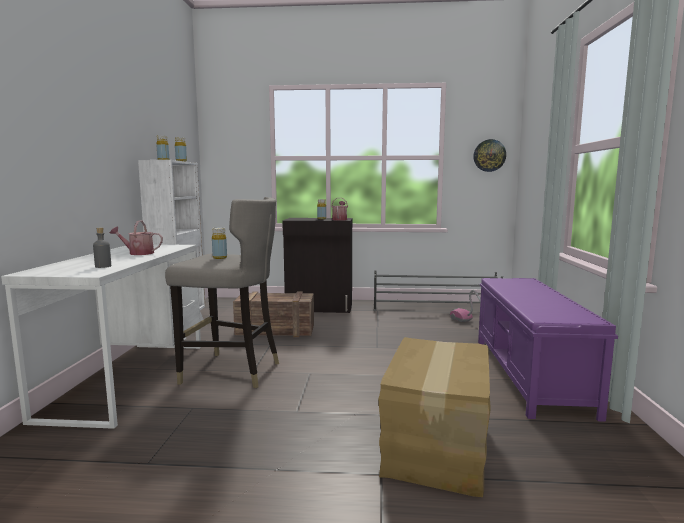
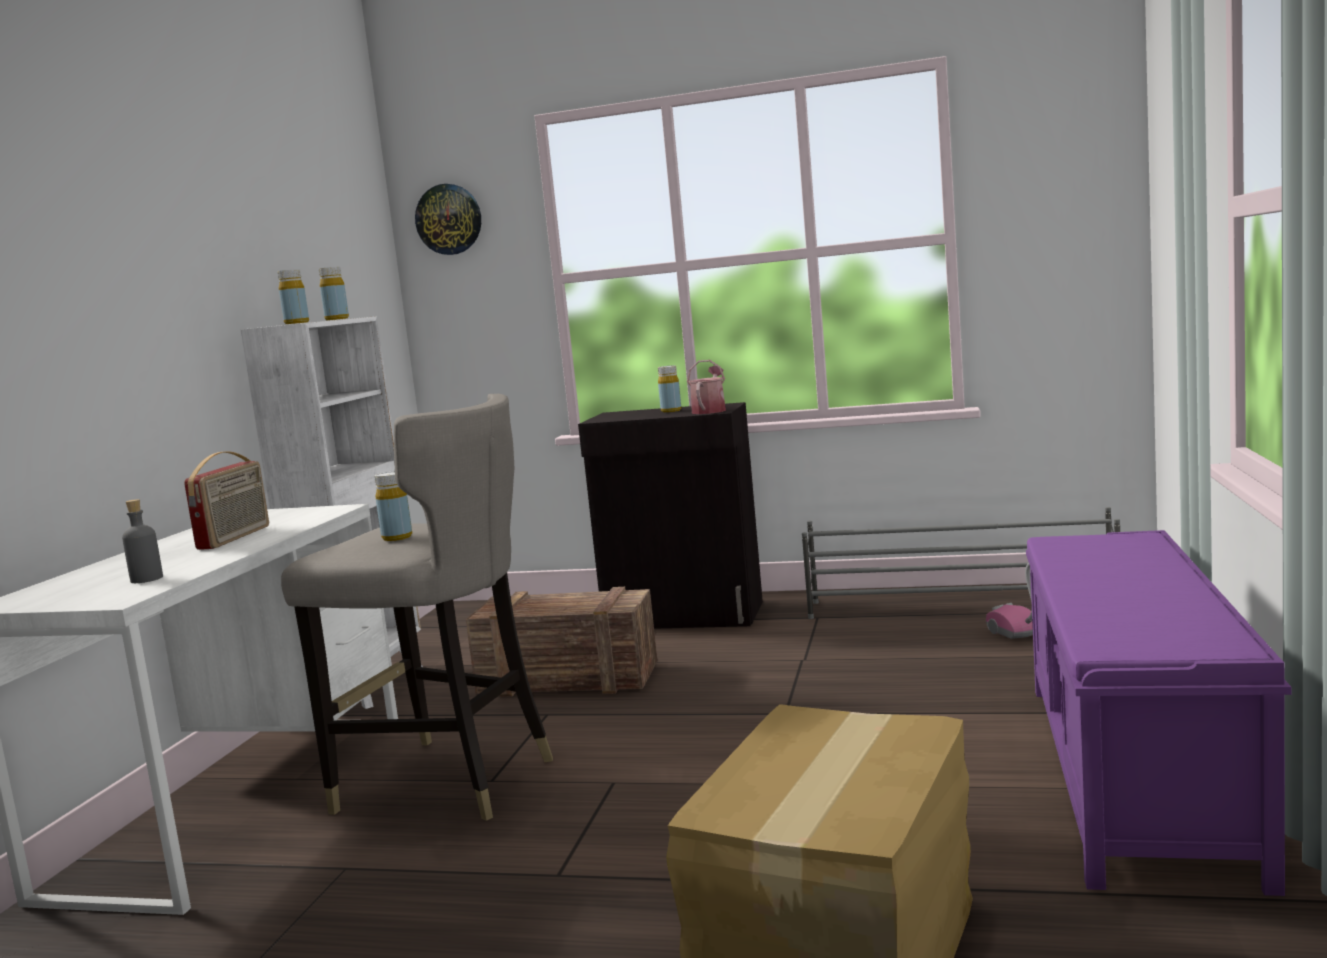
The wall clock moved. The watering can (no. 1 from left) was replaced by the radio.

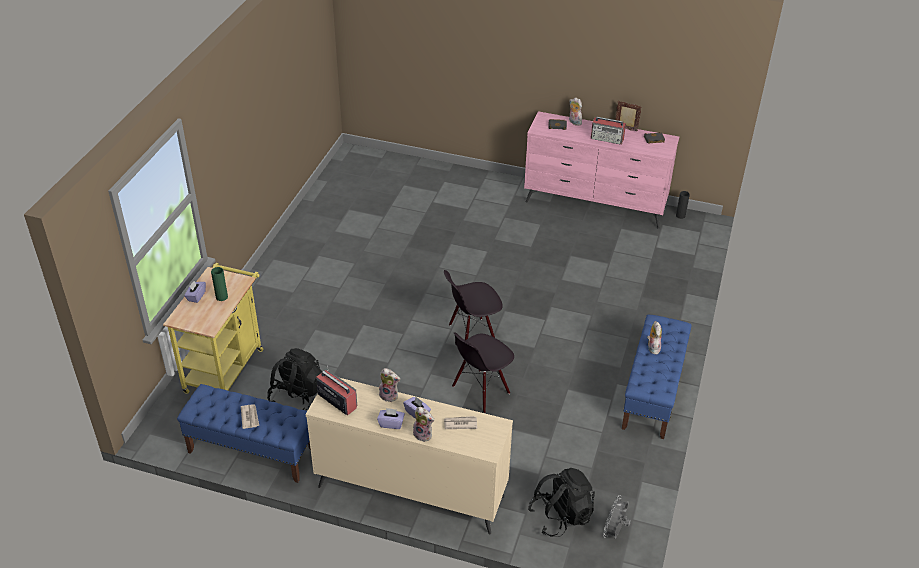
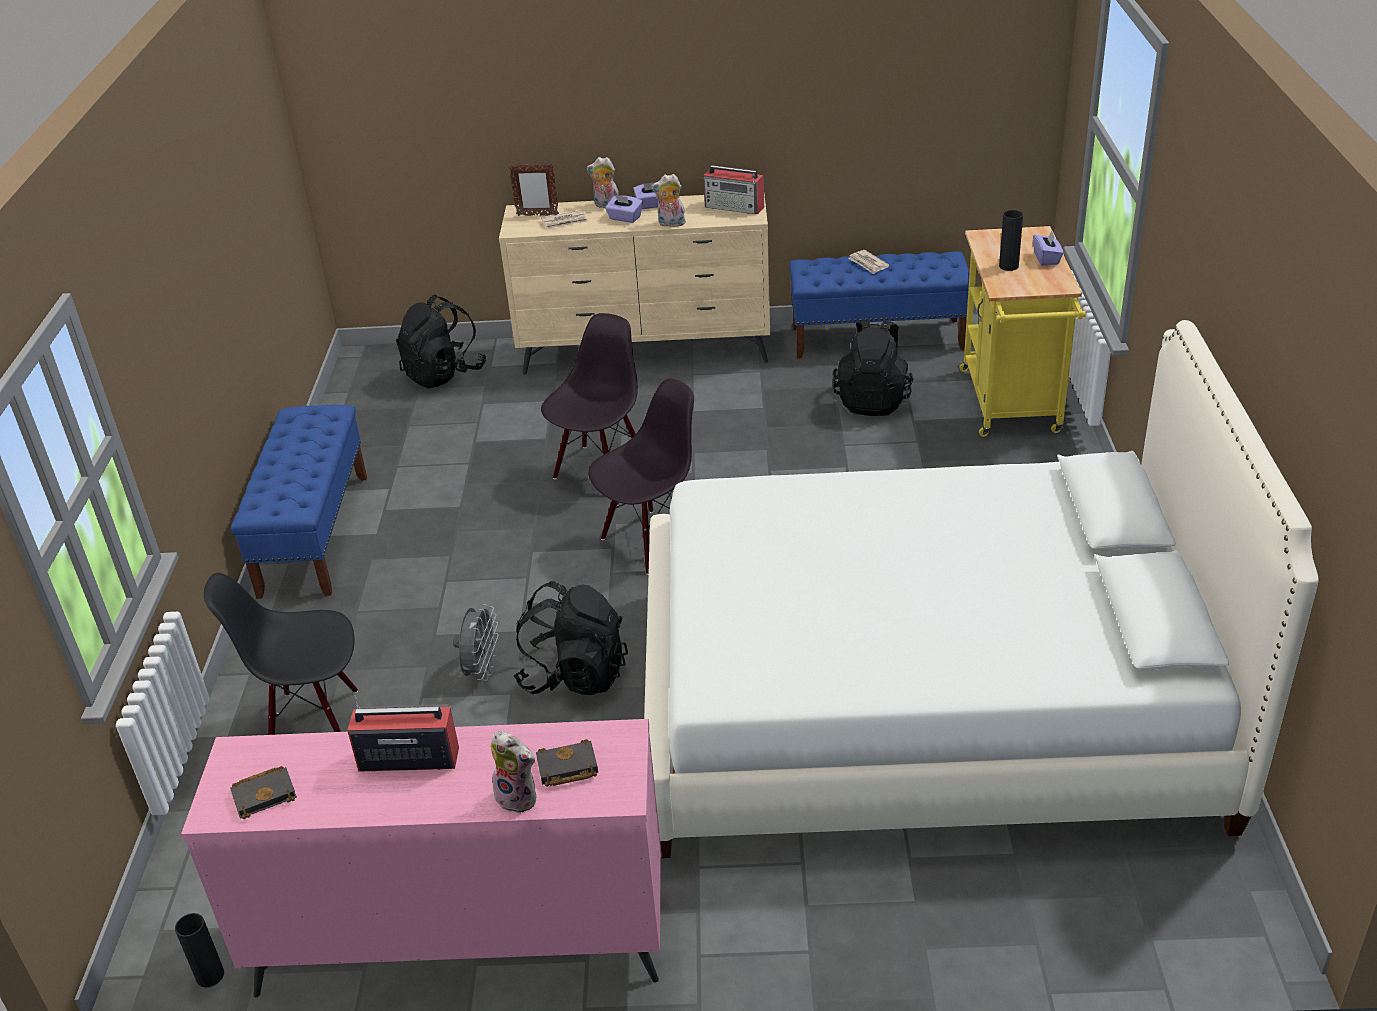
The picture frame moved. The green vase became the black vase (no. 2 from left). The plush toy (no. 4 from left) disappeared. The grey fan moved. The white bed appeared. The black chair (no. 1 from left) appeared. The black backpack (no. 2 from left) appeared.

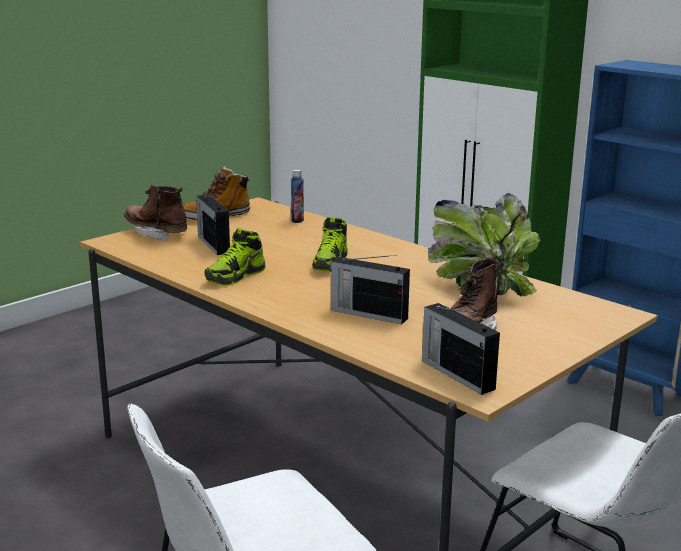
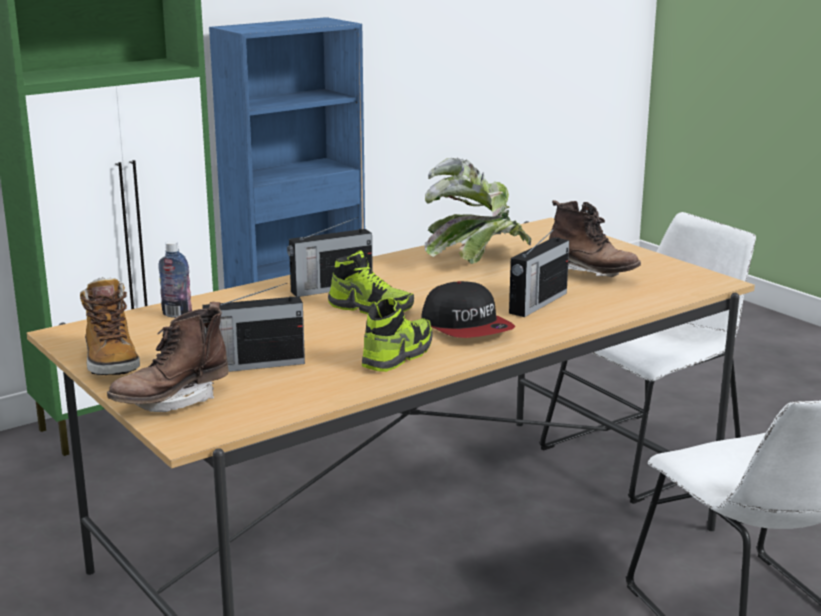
The shoe (no. 1 from left in the first image) turned 105 degrees counterclockwise. The radio (no. 3 from left in the first image) moved. The cap appeared.

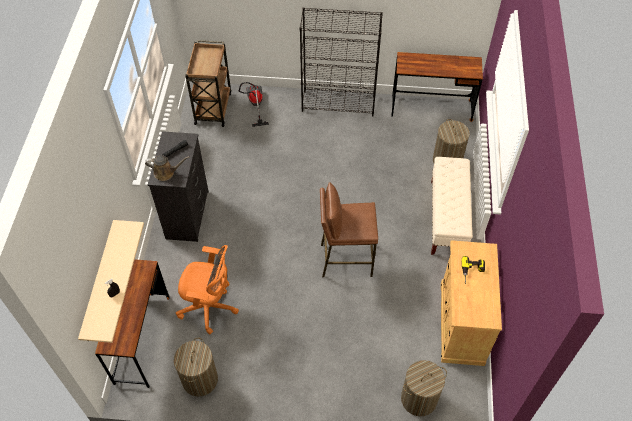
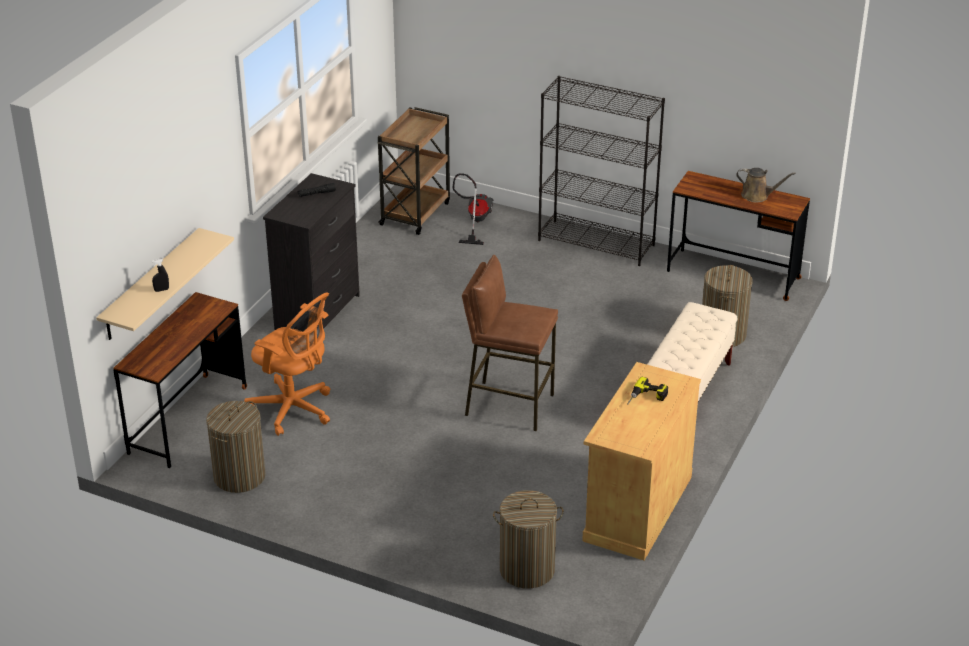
The brown watering can moved.

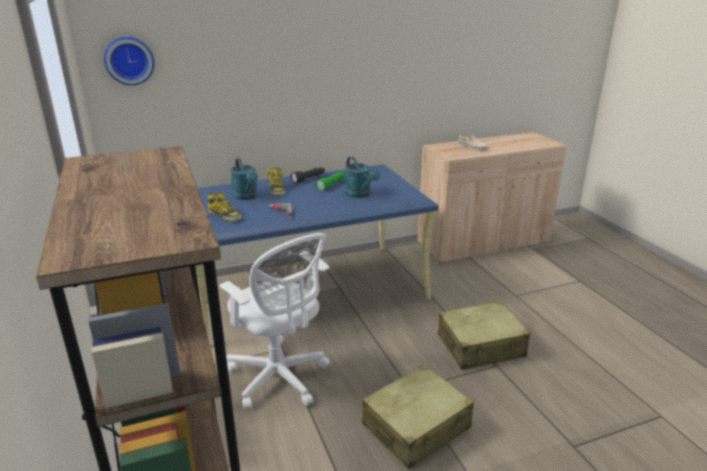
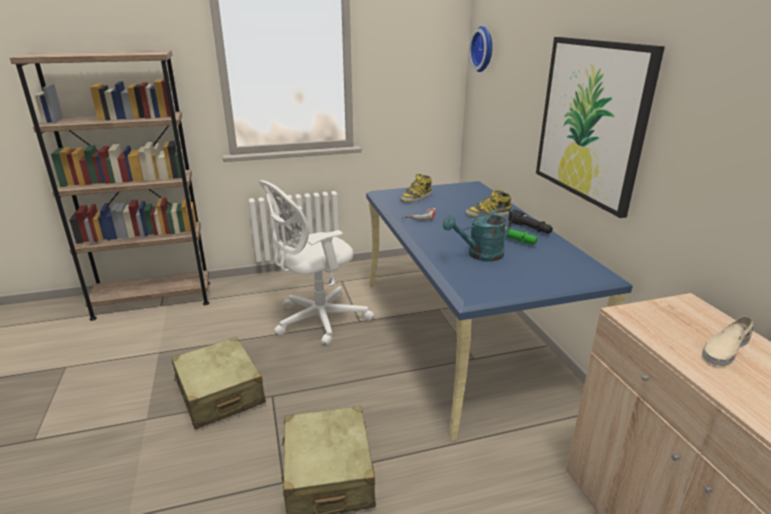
The turquoise watering can (no. 1 from left) disappeared. The picture appeared.

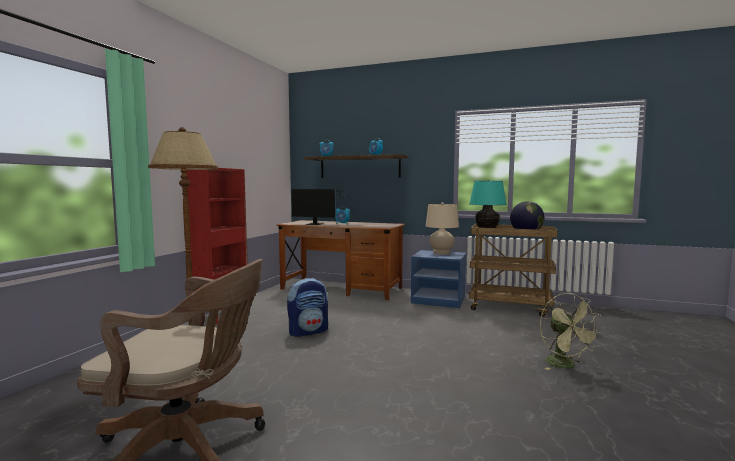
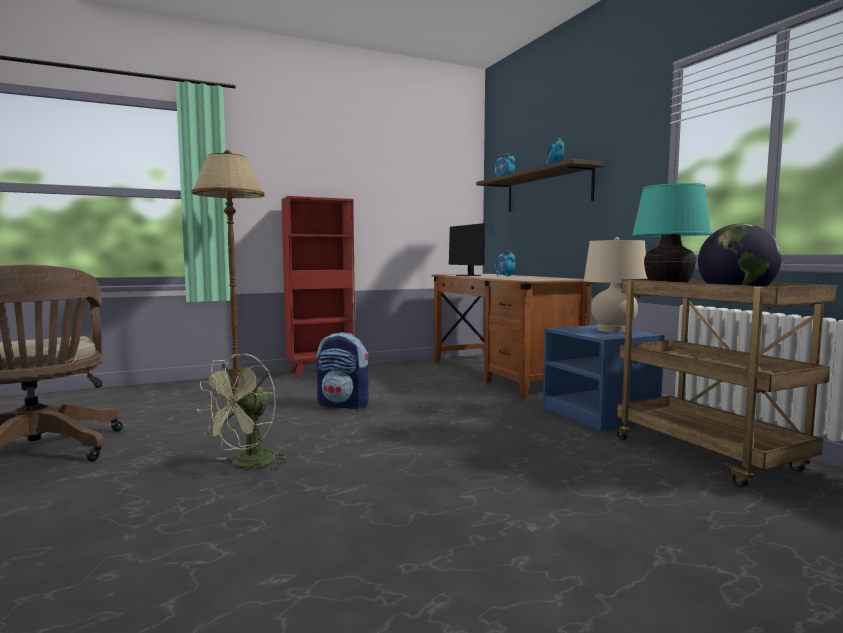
The green fan moved.

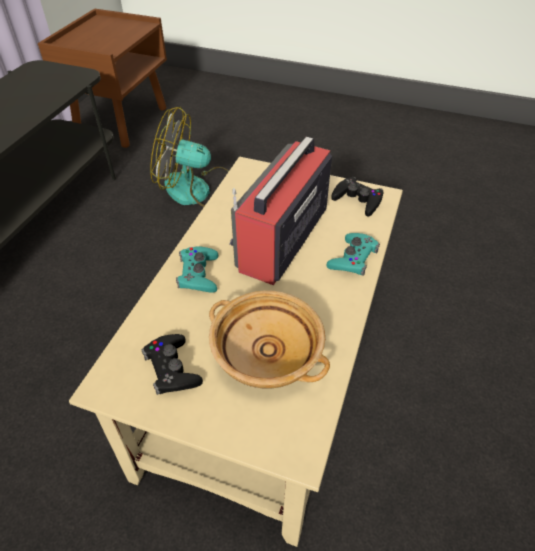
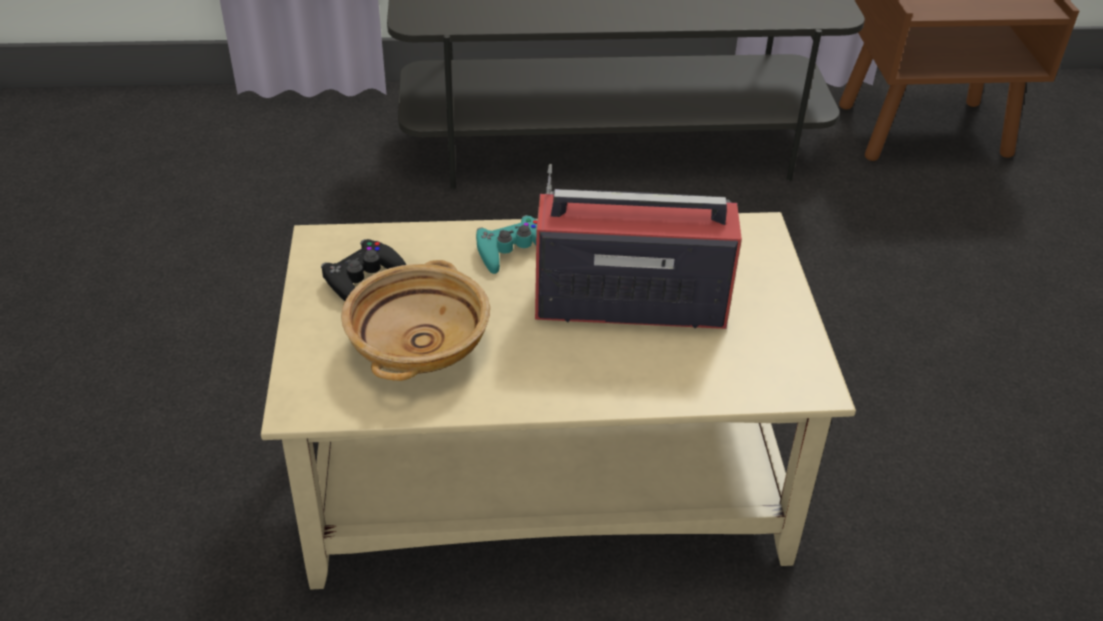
The fan disappeared. The black game controller (no. 2 from left) disappeared. The turquoise game controller (no. 2 from left) disappeared.

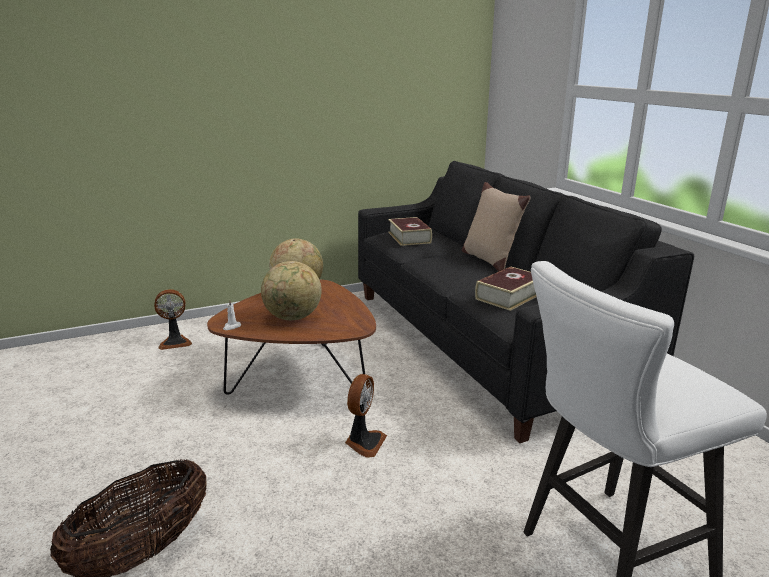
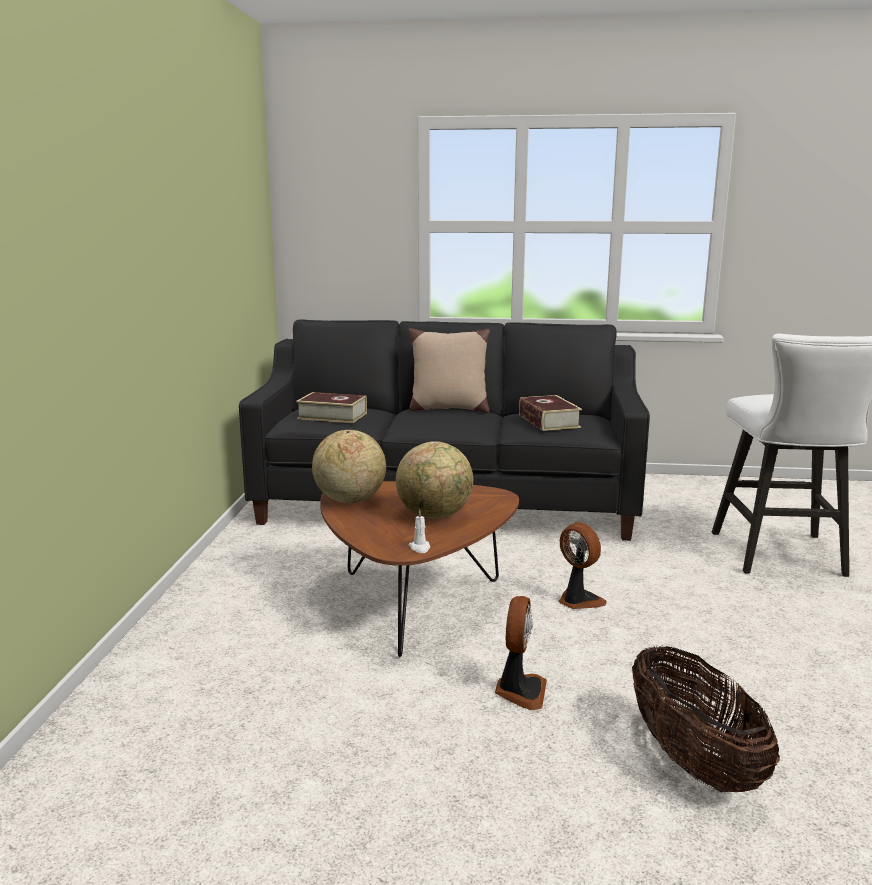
The fan (no. 1 from left) moved.

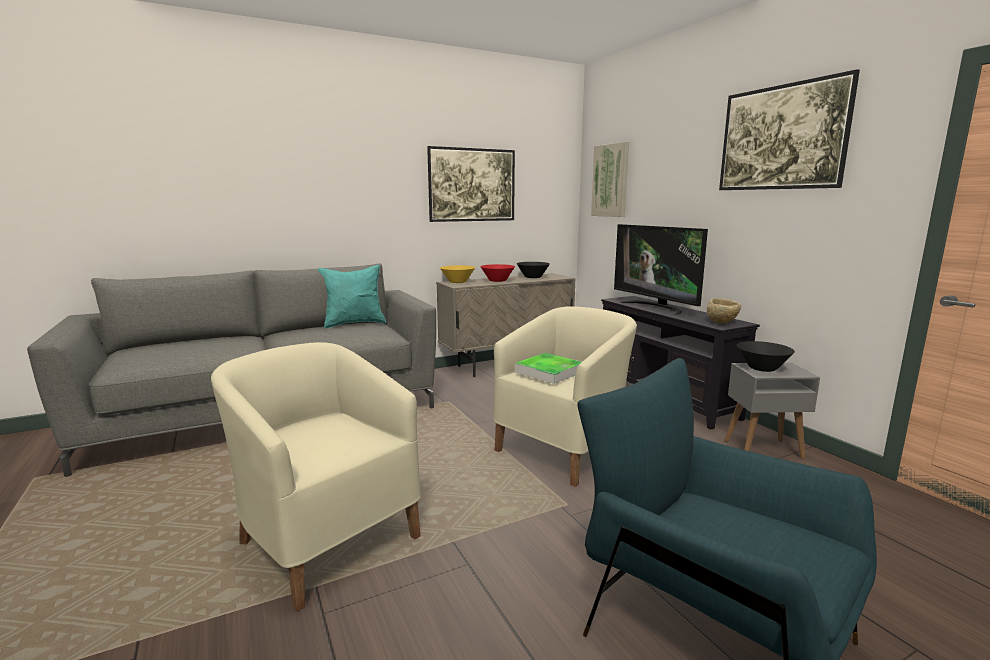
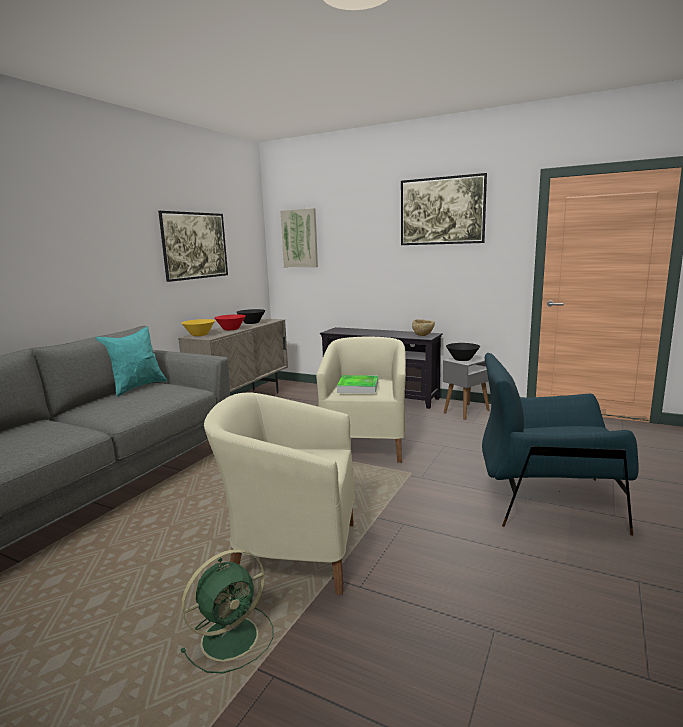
The television disappeared. The green fan appeared.

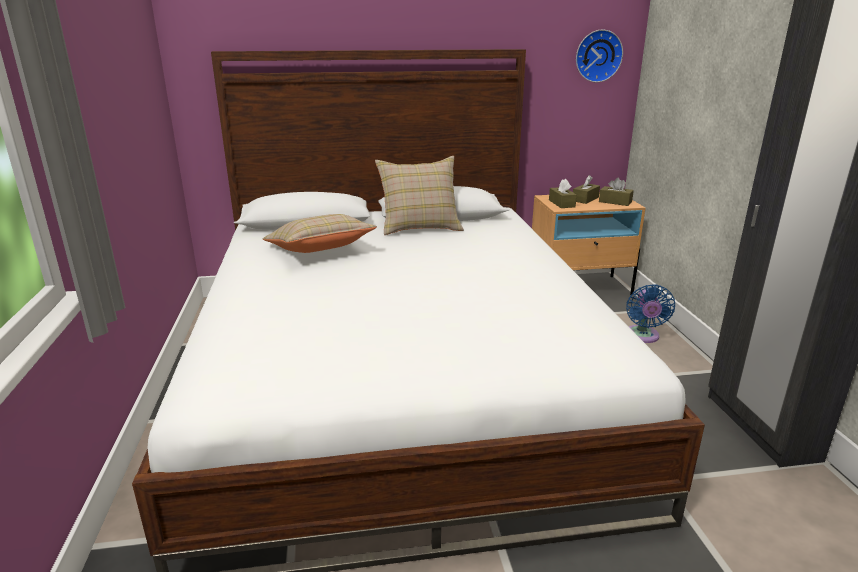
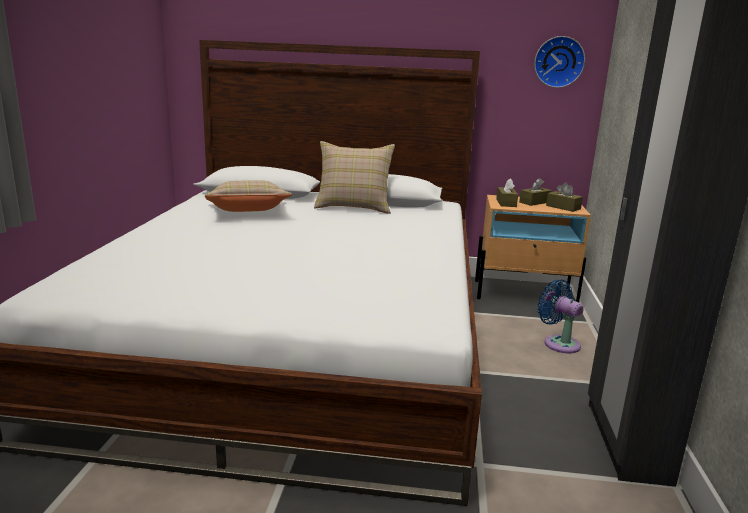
The blue fan turned 120 degrees clockwise.

